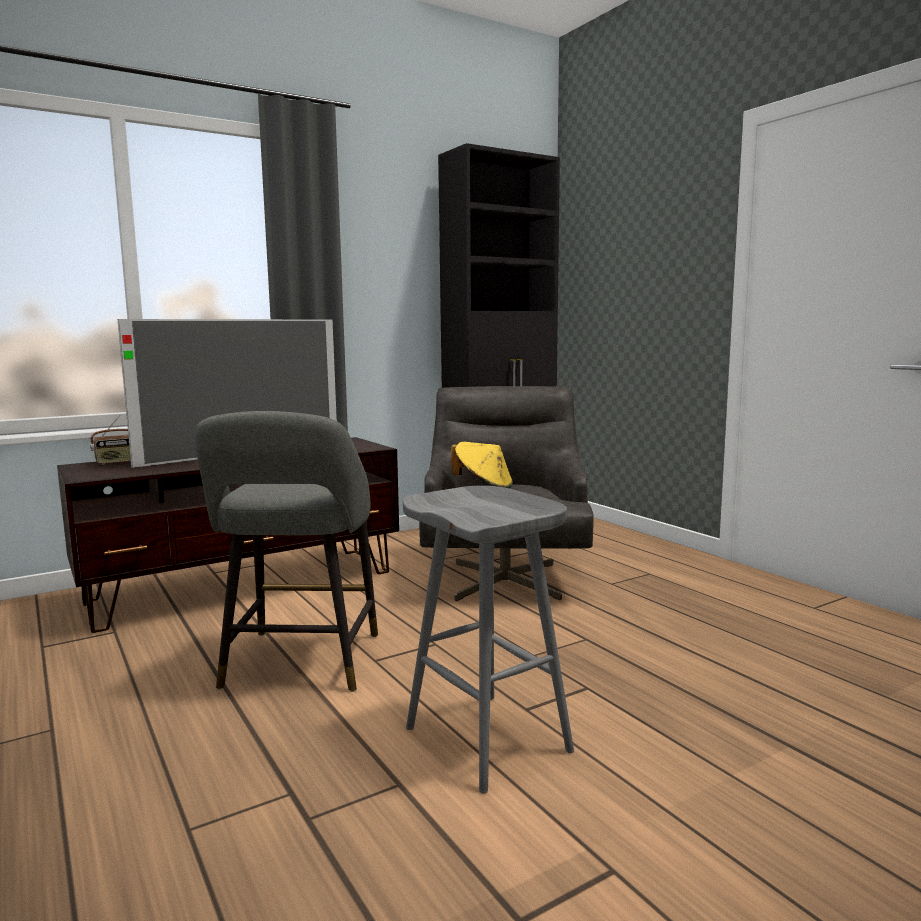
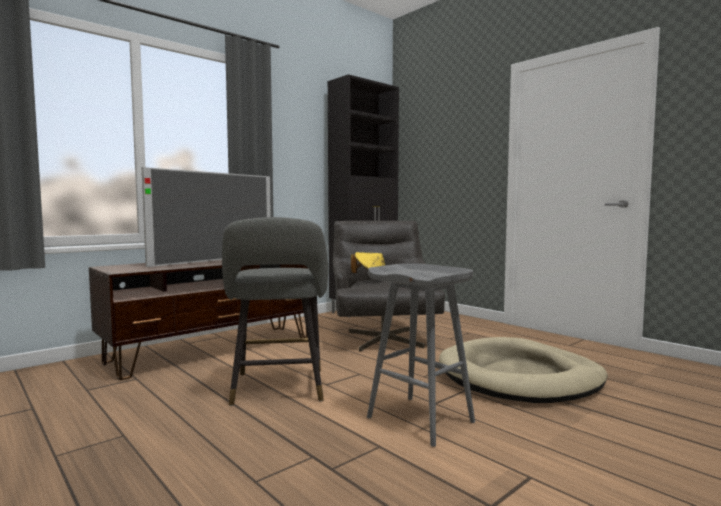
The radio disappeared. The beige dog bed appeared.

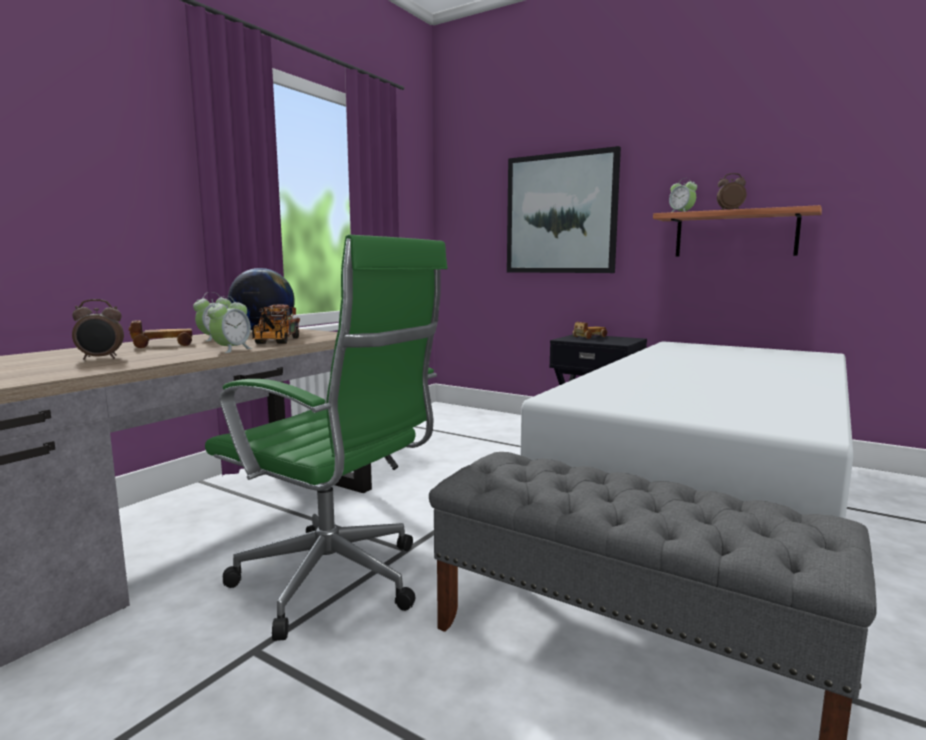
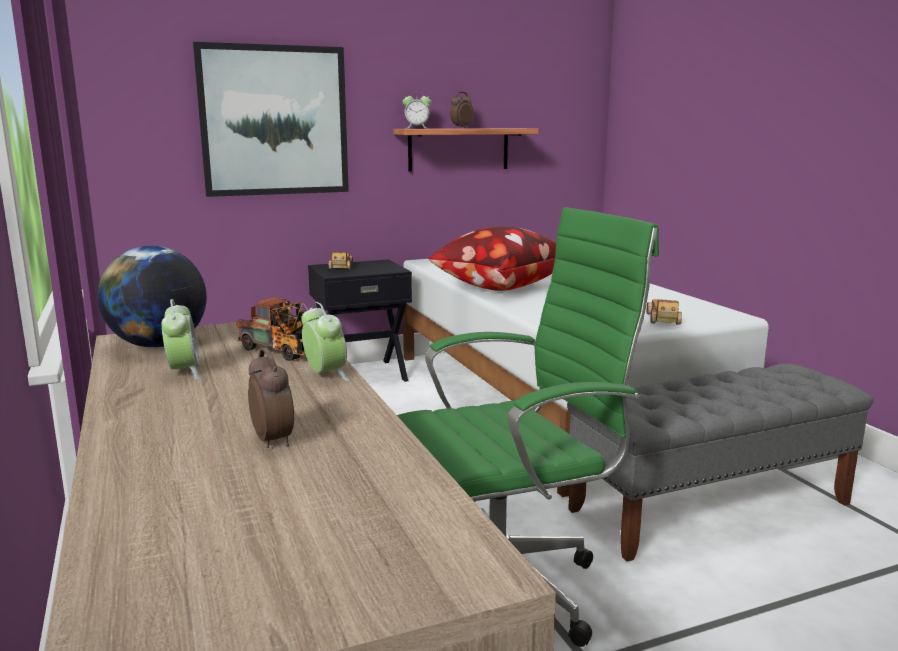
The alarm clock (no. 1 from left in the first image) turned 45 degrees counterclockwise. The toy car (no. 1 from left in the first image) moved. The pillow appeared.

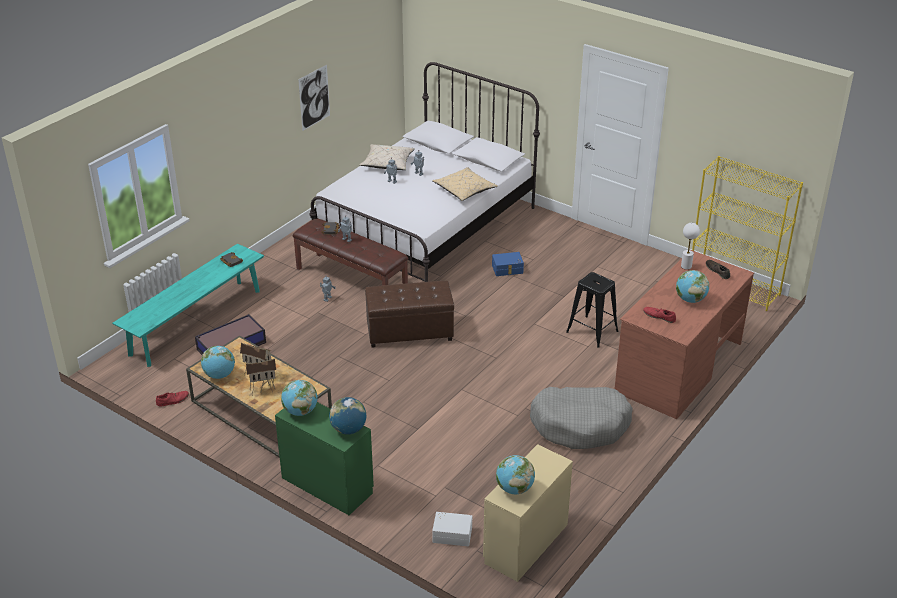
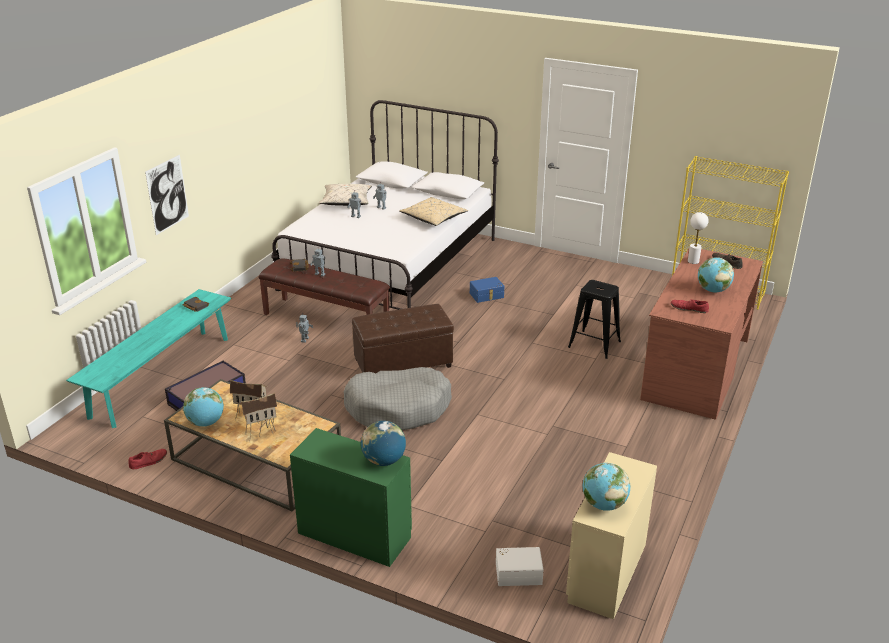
The picture moved. The globe (no. 2 from left) disappeared. The grey dog bed moved.

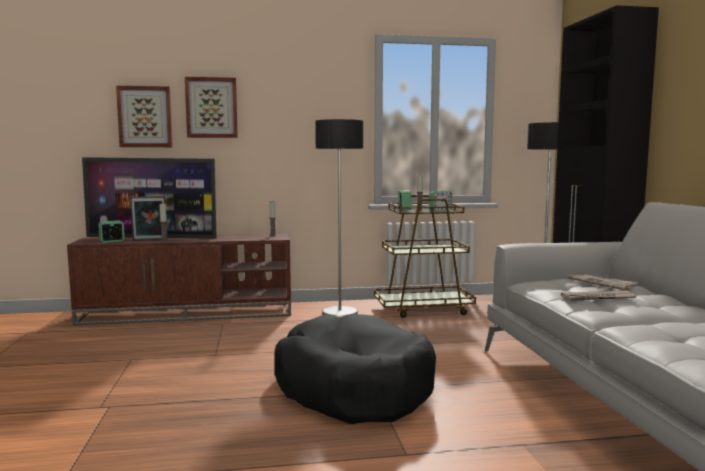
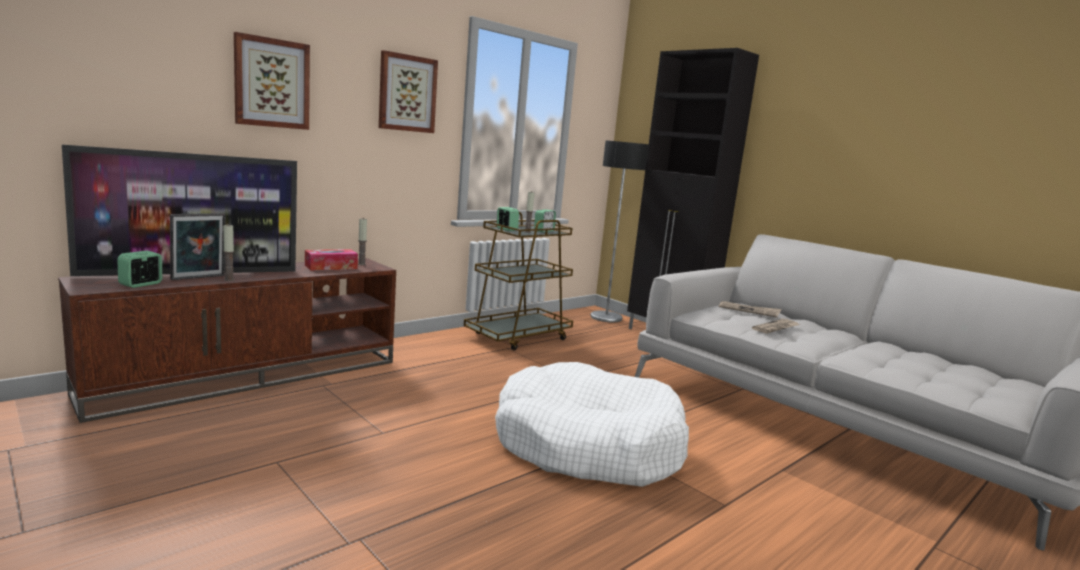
The picture (no. 1 from left in the first image) moved. The floor lamp (no. 1 from left) disappeared. The black dog bed became the white dog bed. The tissue box appeared.

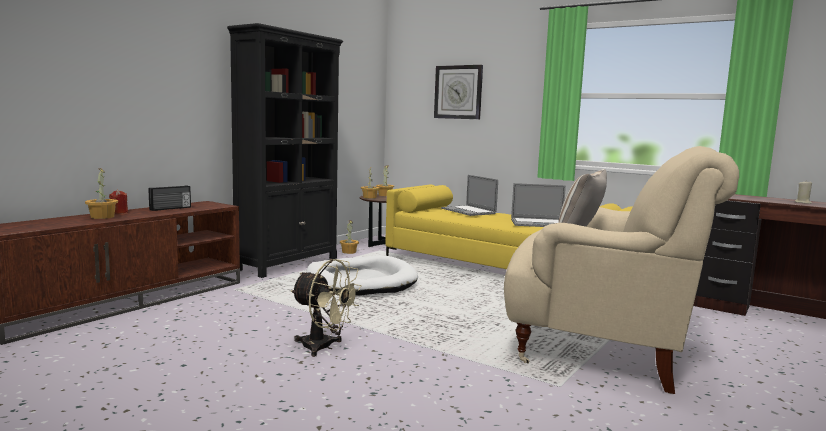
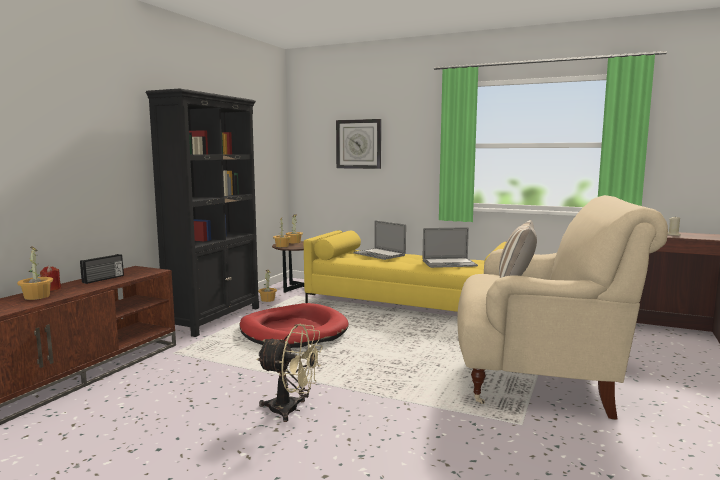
The white dog bed became the red dog bed.

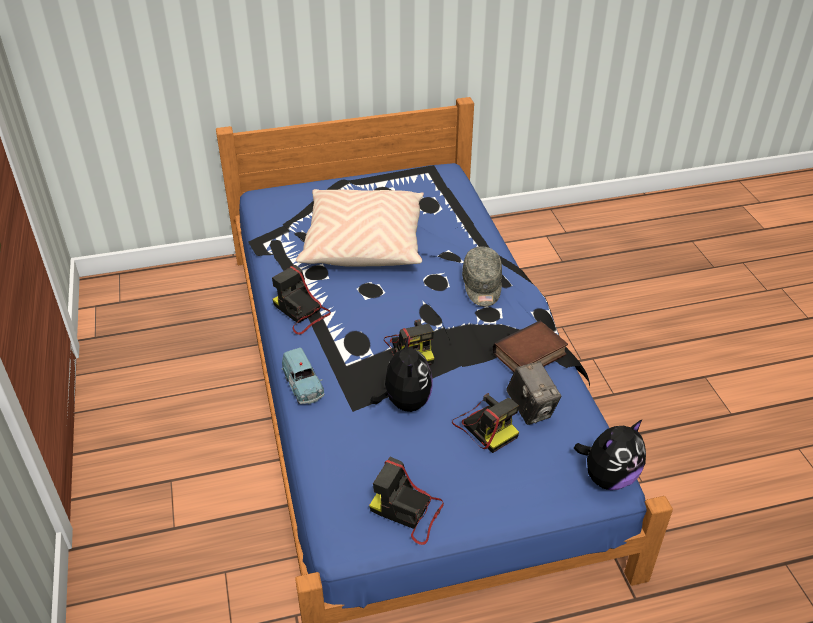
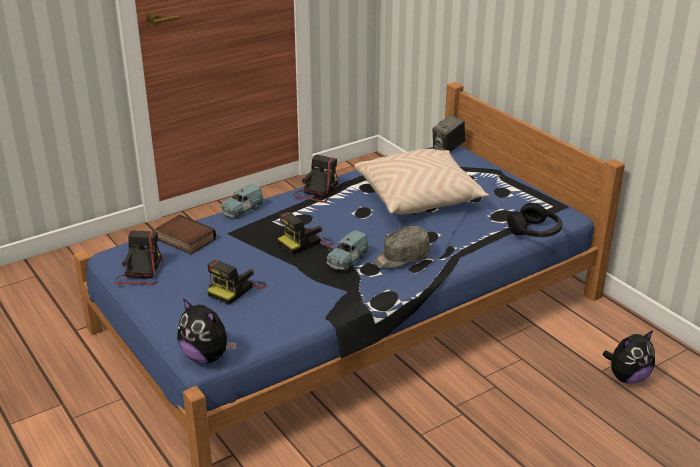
The book moved. The plush toy (no. 1 from left in the first image) moved. The photo camera (no. 5 from left) moved. The black headphones appeared. The blue toy car (no. 2 from left) appeared.

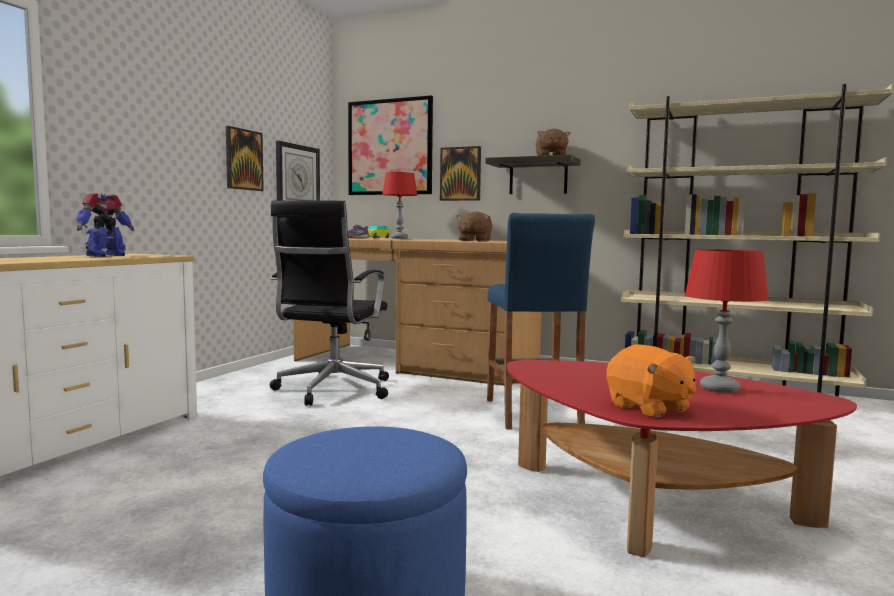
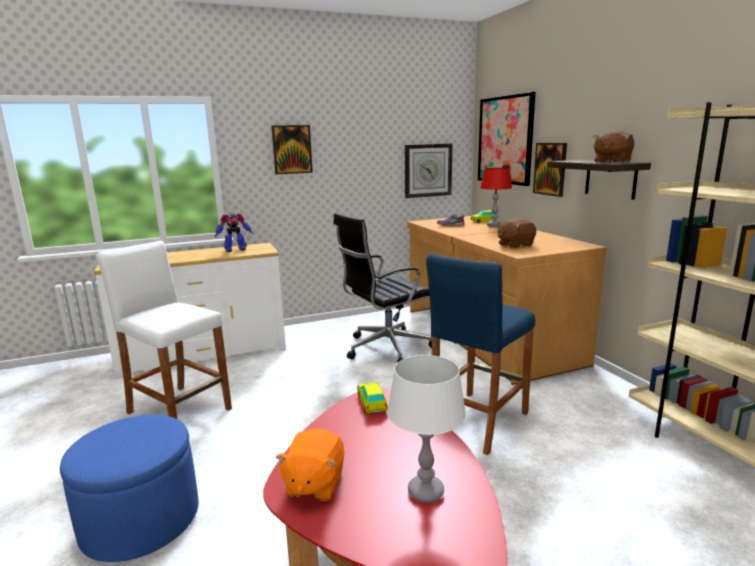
The picture (no. 1 from left) moved. The red table lamp (no. 2 from left) became the white table lamp. The white stool appeared. The toy car (no. 1 from left) appeared.

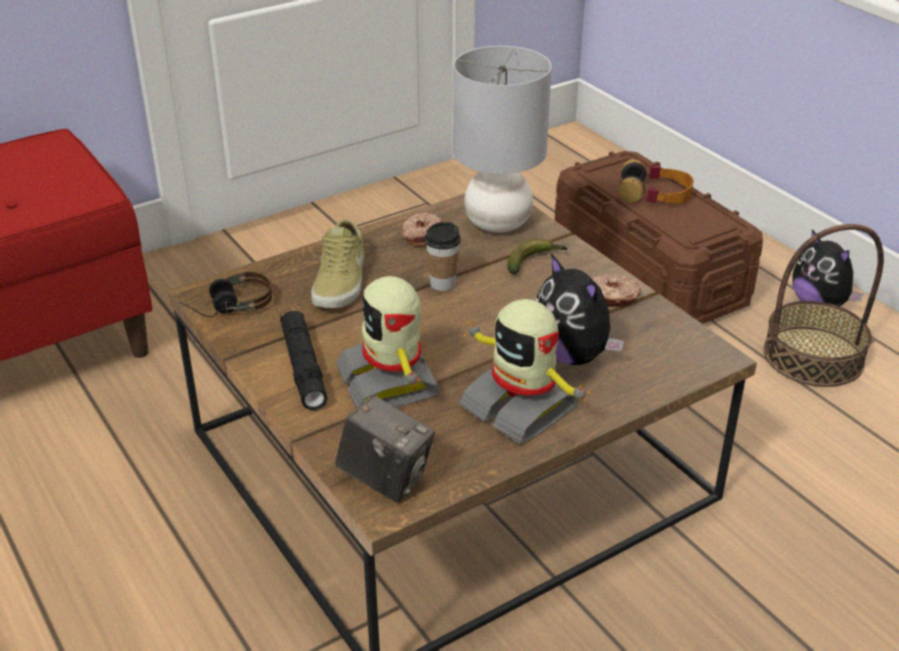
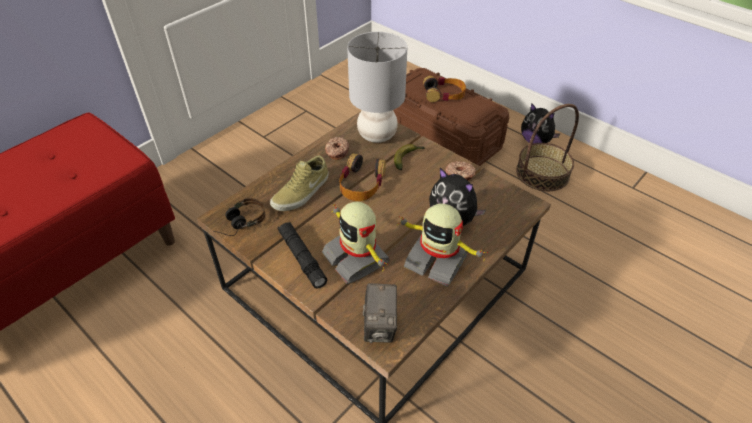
The beige shoe turned 45 degrees clockwise. The cup was replaced by the headphones (no. 2 from left). The photo camera turned 75 degrees clockwise.

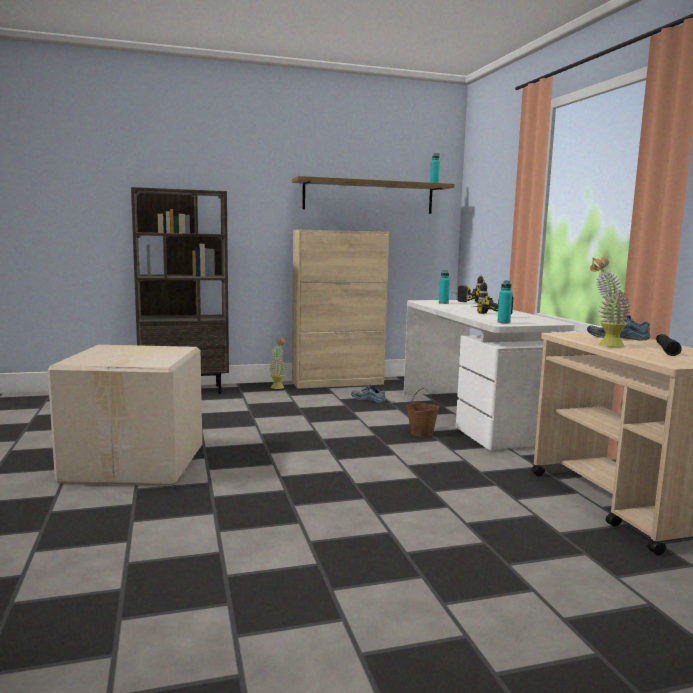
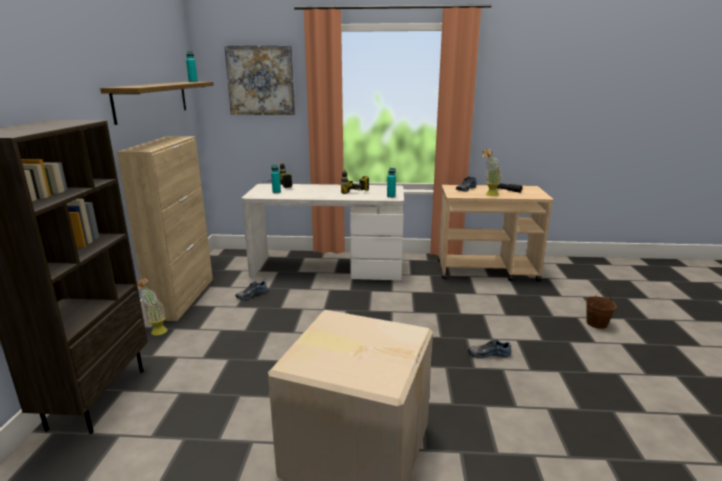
The brown bucket moved. The picture appeared. The shoe (no. 3 from left) appeared.

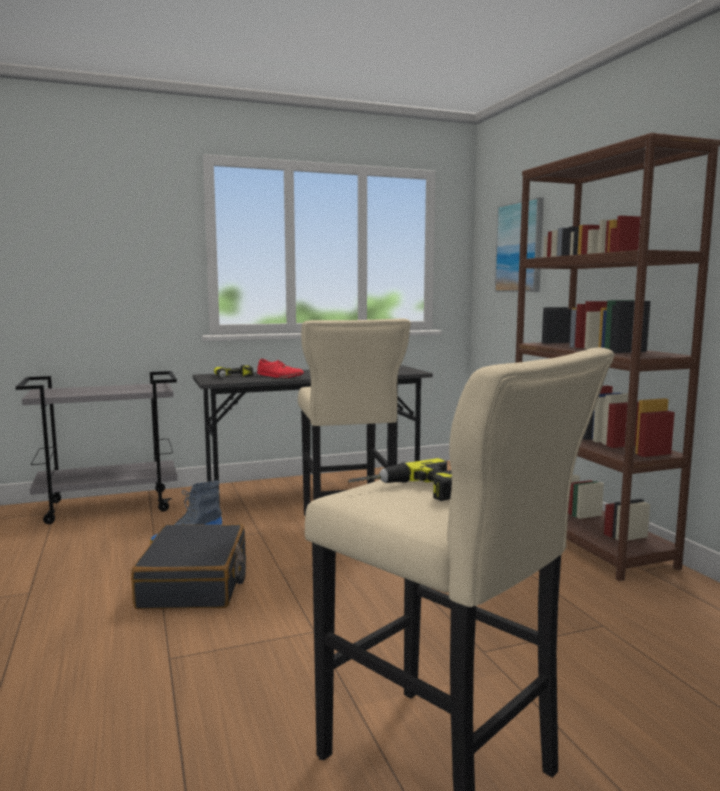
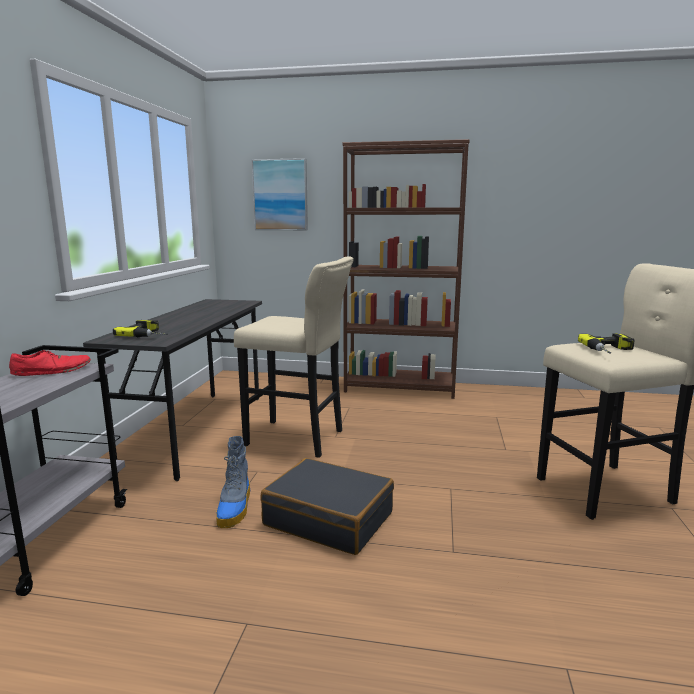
The red shoe moved.

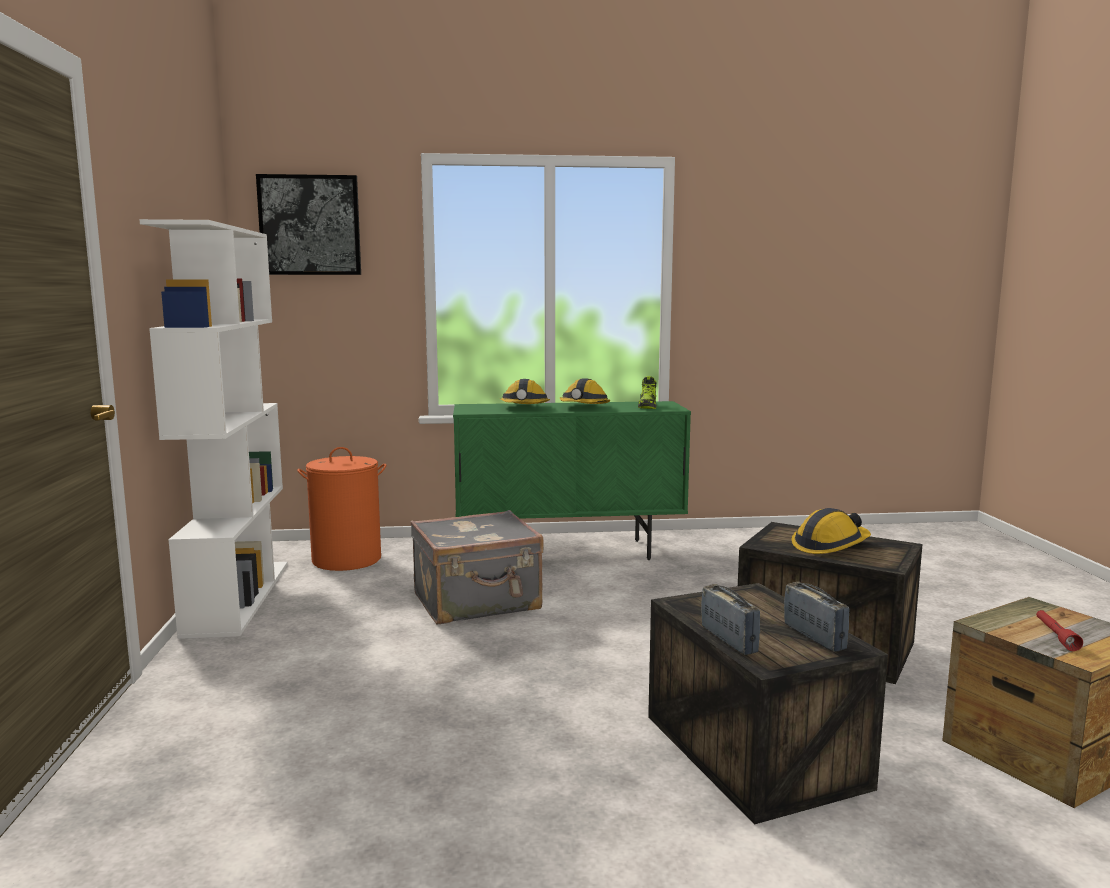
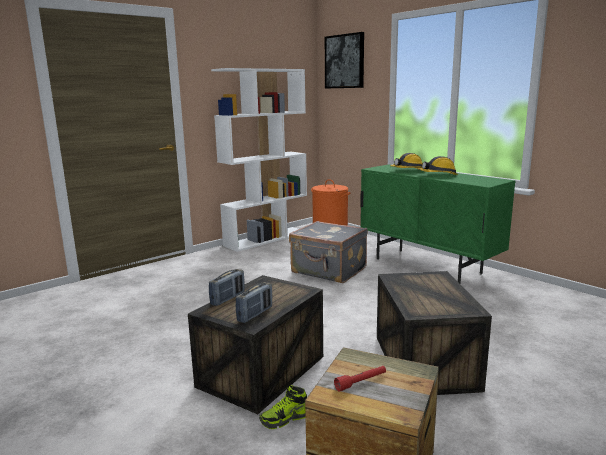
The shoe moved. The hard hat (no. 3 from left) disappeared.

